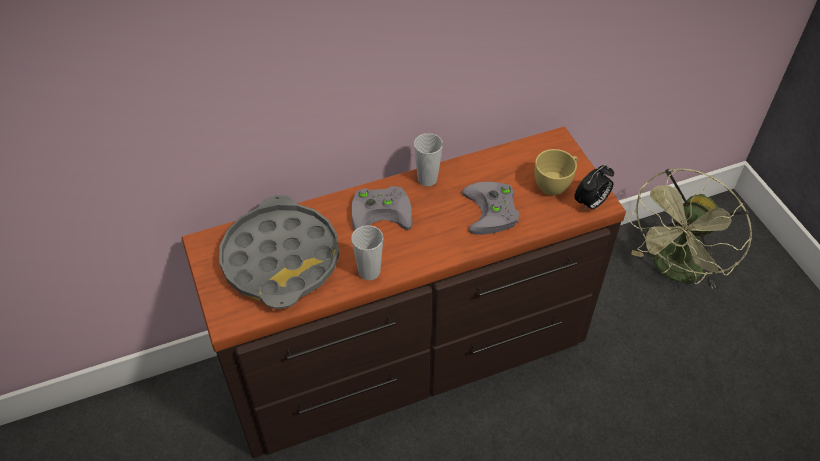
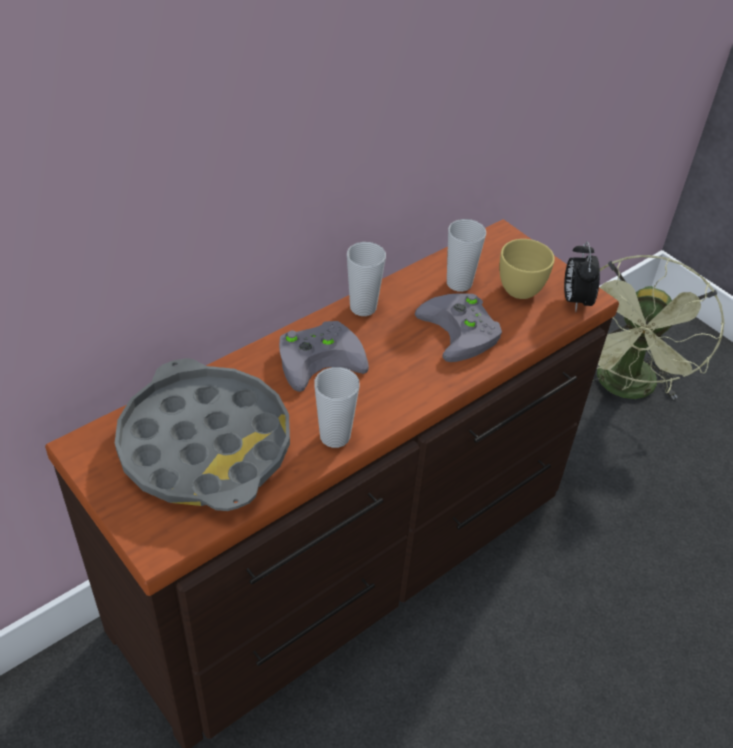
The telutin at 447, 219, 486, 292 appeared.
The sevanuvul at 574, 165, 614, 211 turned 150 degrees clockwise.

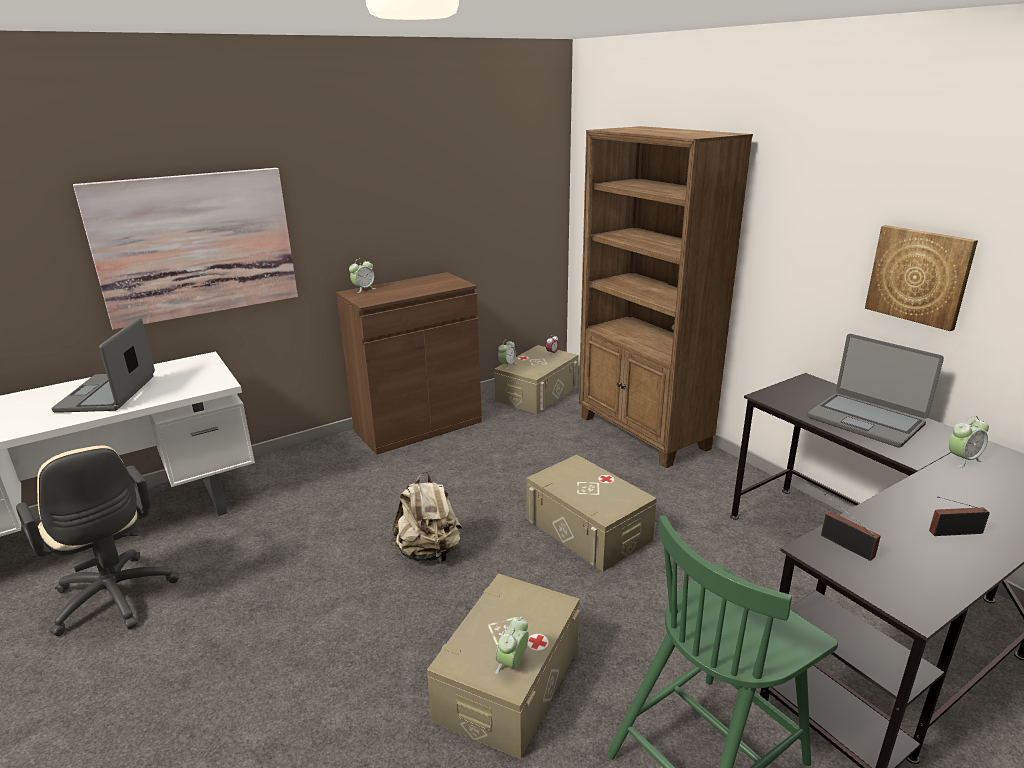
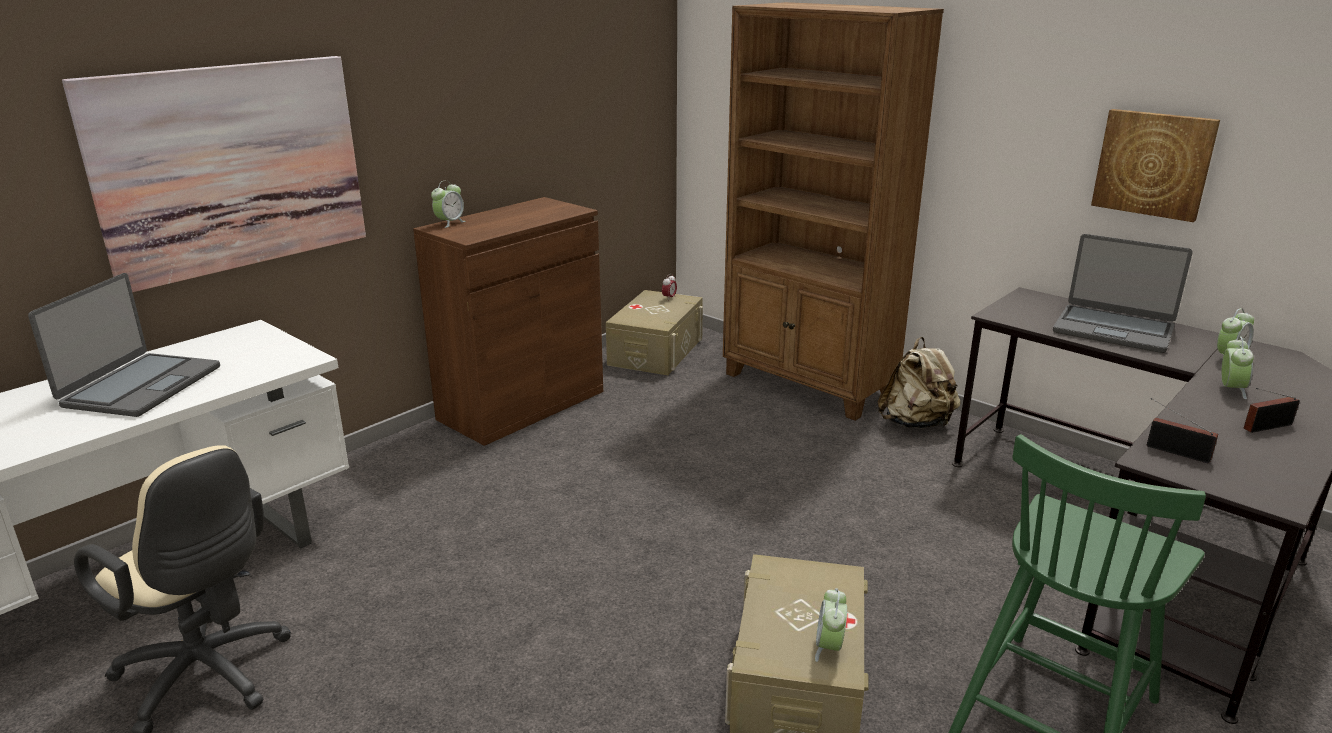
The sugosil at 51, 317, 155, 413 turned 150 degrees counterclockwise.
The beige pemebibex moved from 390, 472, 462, 563 to 878, 337, 960, 428.
The sevanuvul moved from 498, 339, 517, 369 to 1221, 336, 1254, 399.
The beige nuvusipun at 526, 455, 657, 572 disappeared.

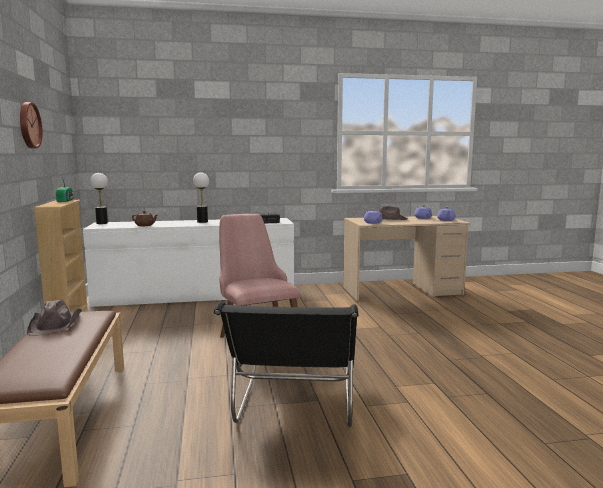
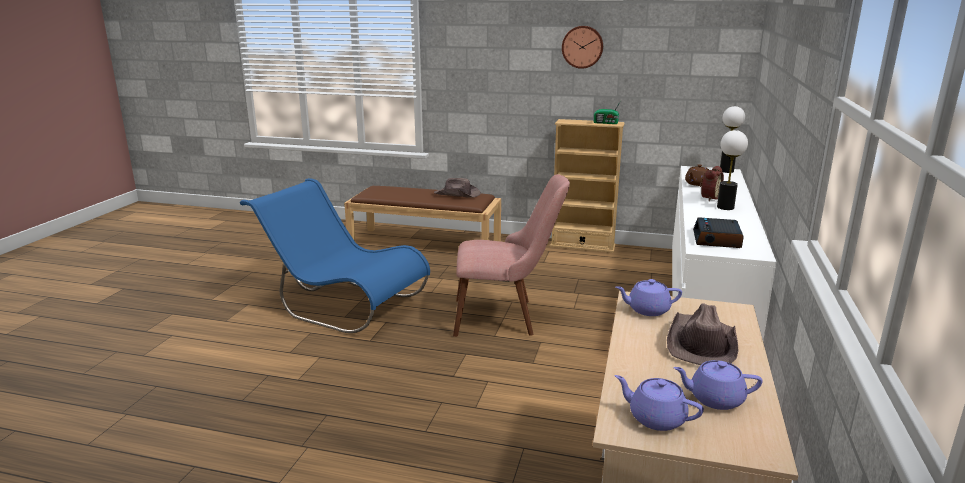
The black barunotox at 214, 301, 358, 428 became the blue barunotox at 240, 178, 430, 333.
The sevanuvul at 700, 166, 724, 201 appeared.

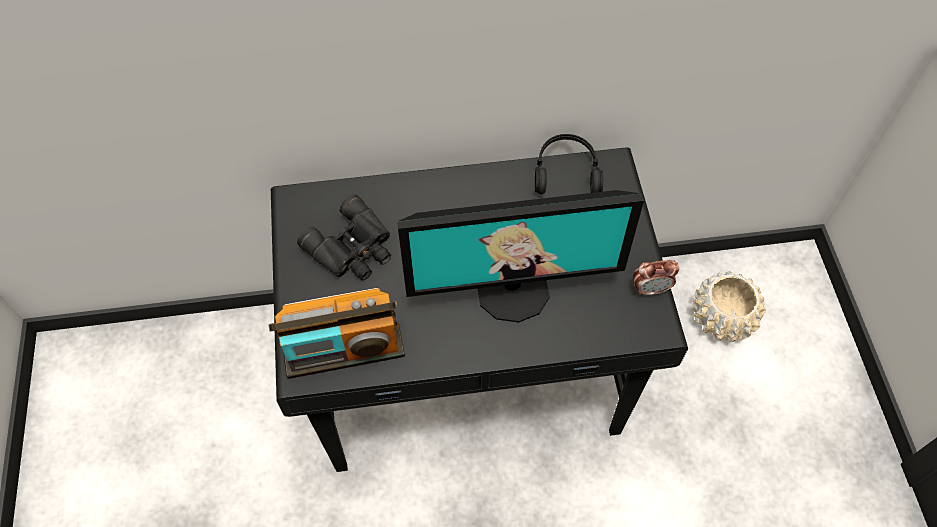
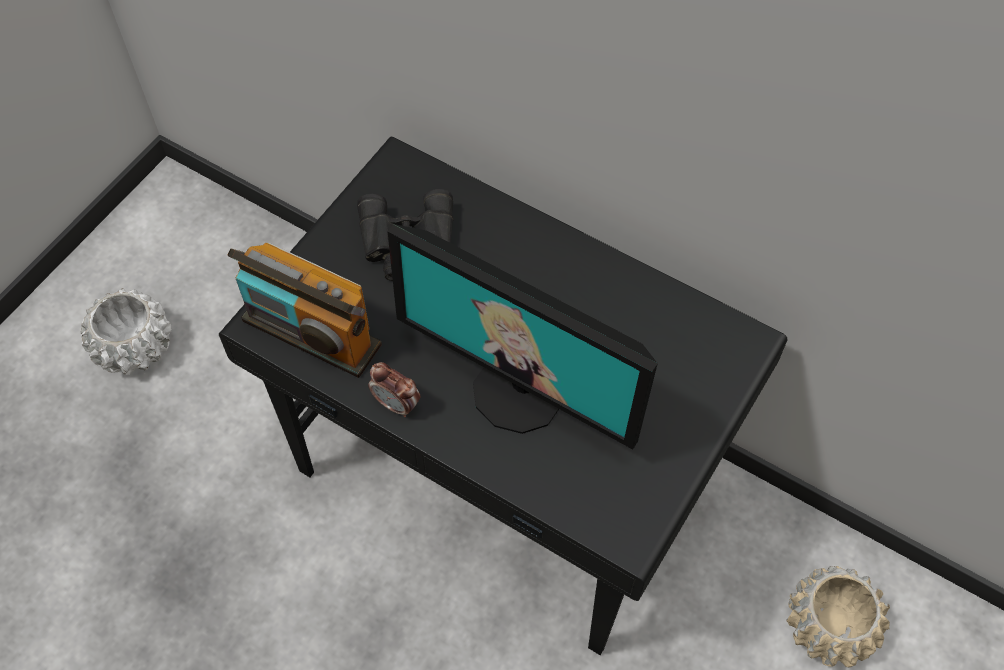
The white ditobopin at 81, 289, 172, 375 appeared.
The sevanuvul moved from 633, 260, 679, 296 to 368, 362, 421, 417.
The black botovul at 535, 134, 603, 194 disappeared.

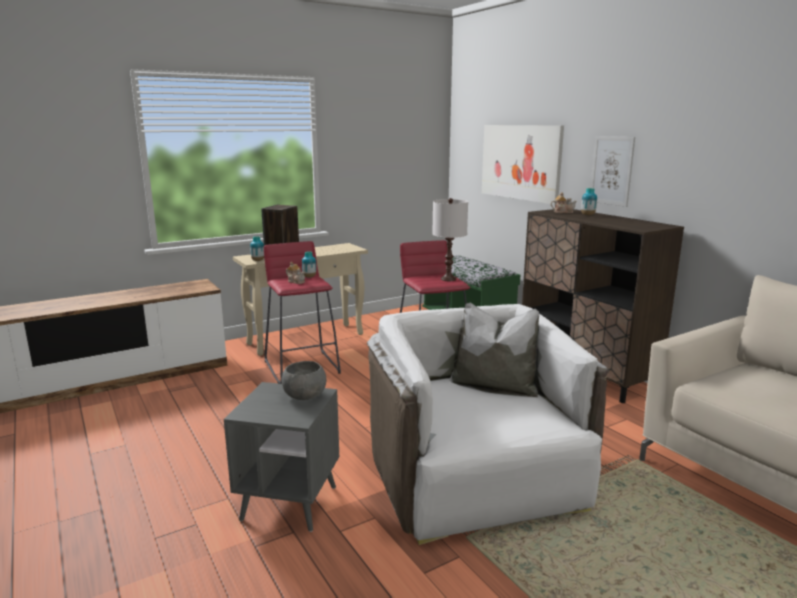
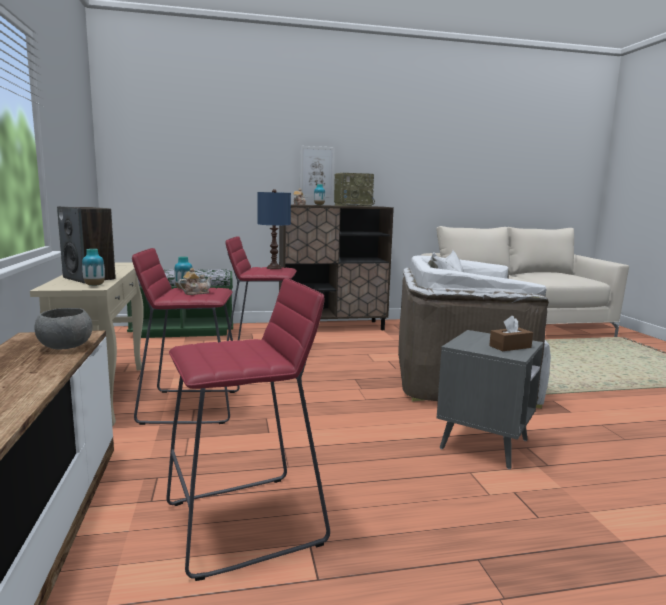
The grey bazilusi moved from 281, 361, 326, 400 to 35, 308, 92, 350.
The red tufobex at 166, 278, 330, 581 appeared.
The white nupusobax at 432, 198, 468, 281 became the blue nupusobax at 257, 189, 291, 269.
The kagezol at 334, 173, 375, 207 appeared.
The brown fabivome at 489, 316, 533, 351 appeared.
The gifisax at 482, 125, 564, 205 disappeared.

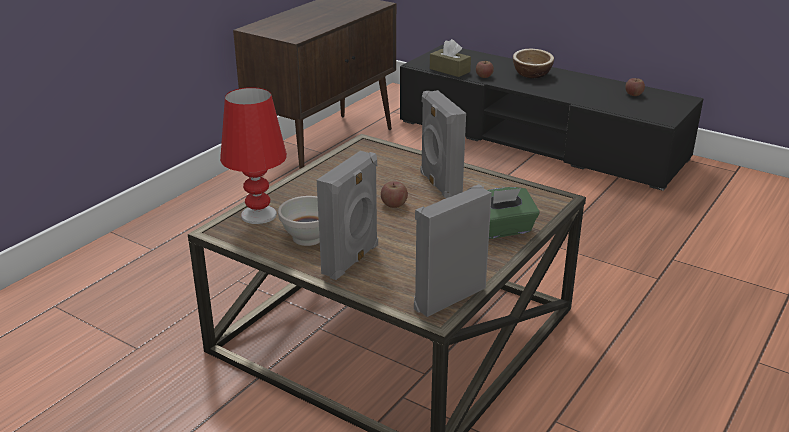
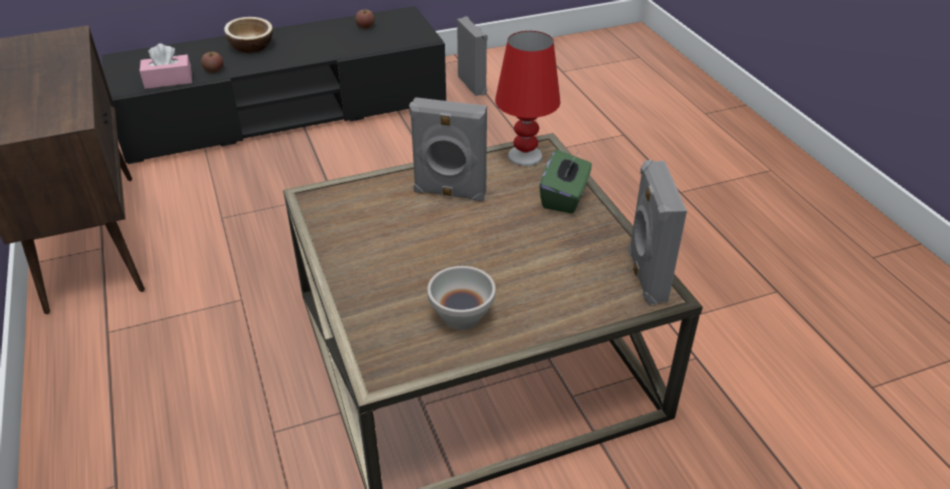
The brown fabivome at 430, 39, 471, 77 became the pink fabivome at 140, 43, 192, 89.
The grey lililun moved from 317, 151, 378, 280 to 457, 16, 488, 96.
The red nupusobax moved from 220, 87, 287, 224 to 495, 31, 561, 166.
The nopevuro at 381, 181, 408, 208 disappeared.

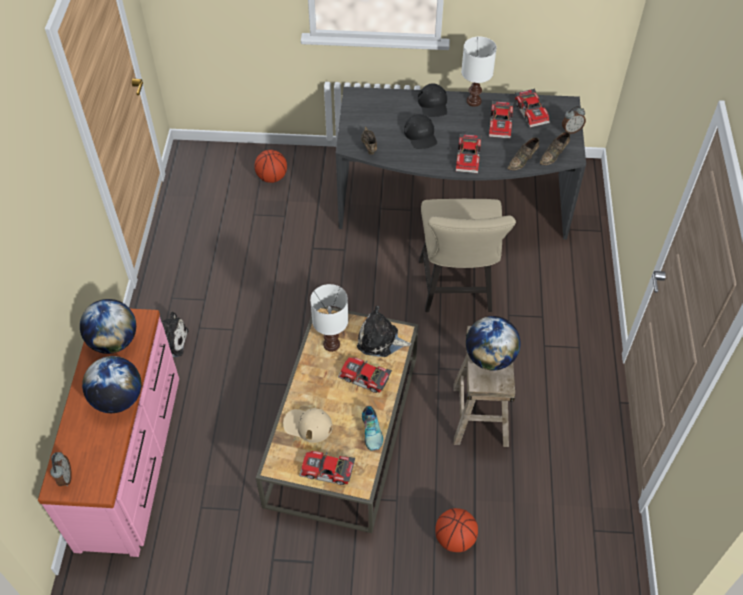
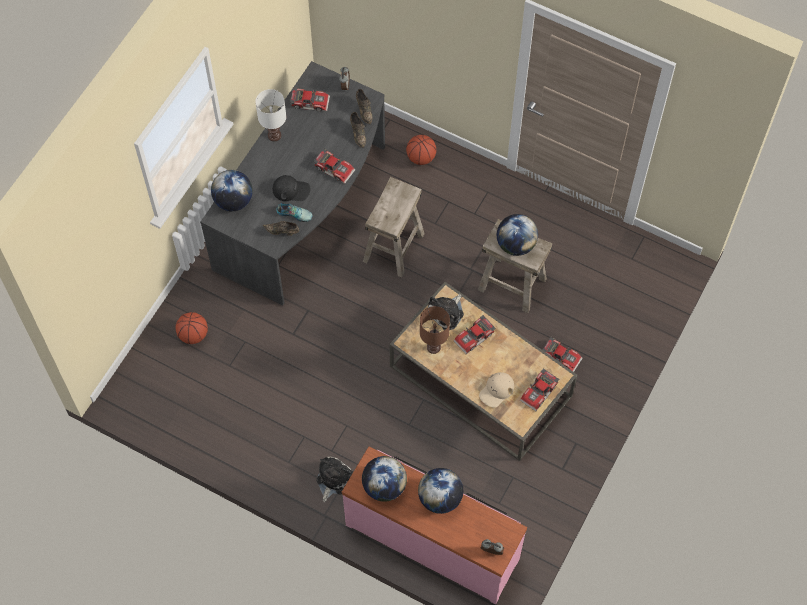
The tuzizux at 211, 170, 253, 211 appeared.
The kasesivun moved from 362, 406, 383, 451 to 276, 203, 313, 222.
The beige barunotox at 419, 199, 516, 312 was replaced by the beige tufobex at 363, 177, 425, 278.
The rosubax moved from 435, 508, 478, 552 to 406, 135, 436, 165.
The white nupusobax at 310, 284, 348, 352 became the brown nupusobax at 420, 306, 450, 354.
The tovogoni moved from 489, 100, 513, 139 to 542, 337, 583, 372.
The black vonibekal at 418, 84, 447, 117 disappeared.

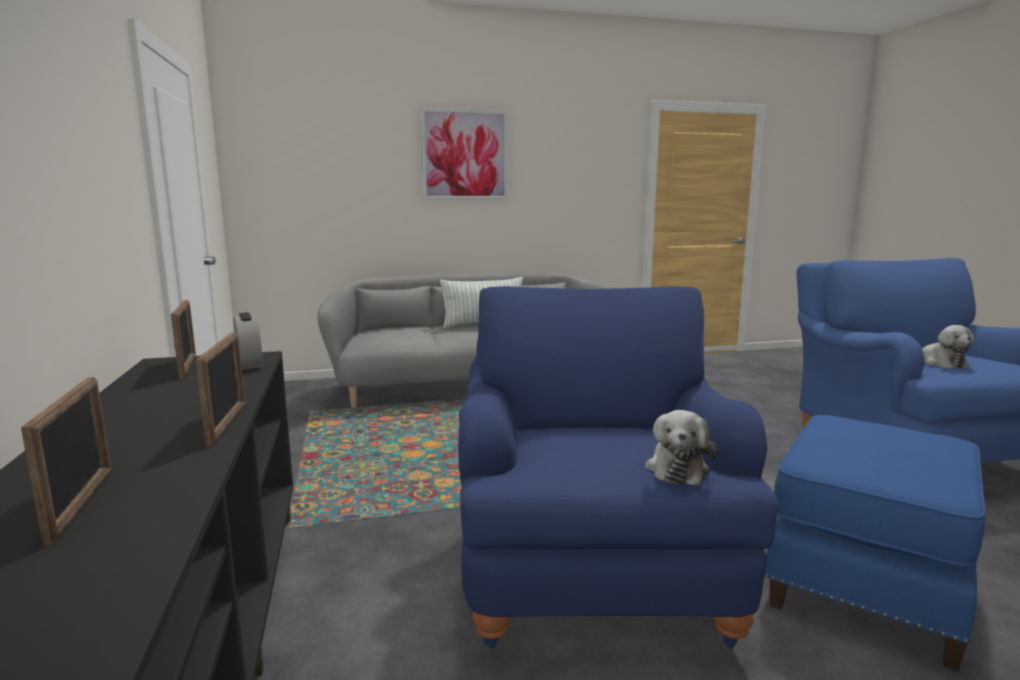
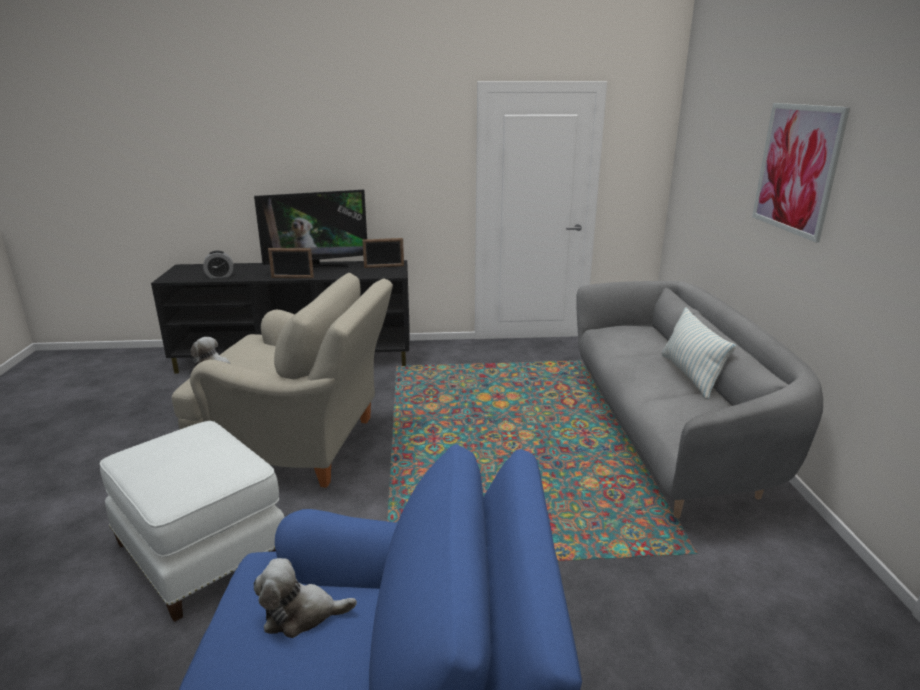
The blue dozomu at 764, 415, 986, 671 became the white dozomu at 100, 421, 284, 622.
The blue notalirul at 458, 286, 779, 648 became the beige notalirul at 172, 273, 393, 488.
The sevanuvul moved from 233, 312, 262, 369 to 203, 251, 233, 278.
The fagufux at 254, 190, 367, 268 appeared.
The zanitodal at 21, 377, 111, 546 disappeared.

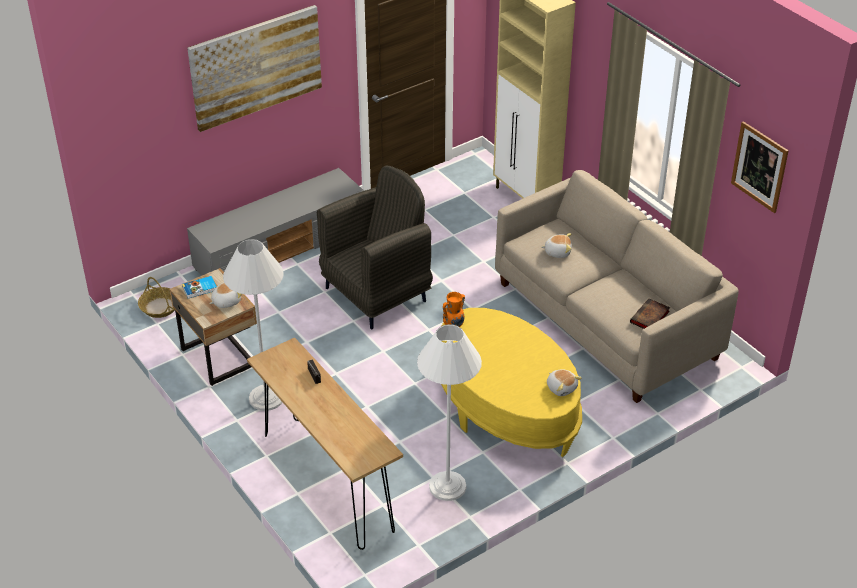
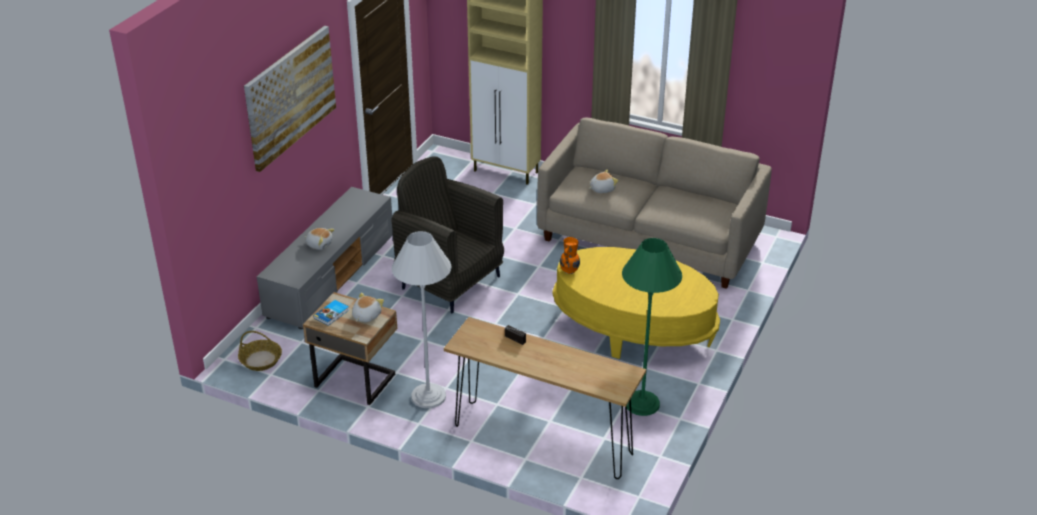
The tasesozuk moved from 547, 369, 582, 396 to 305, 228, 334, 250.
The grey notalirul at 317, 166, 433, 329 turned 75 degrees counterclockwise.
The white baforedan at 417, 324, 482, 501 became the green baforedan at 622, 238, 682, 416.
The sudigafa at 630, 298, 670, 329 disappeared.
The gifisax at 731, 121, 789, 213 disappeared.

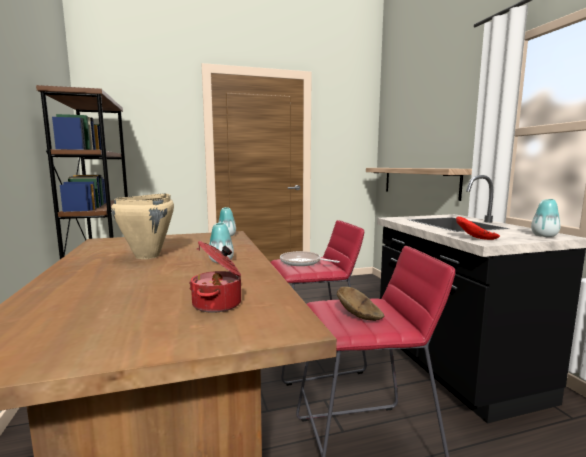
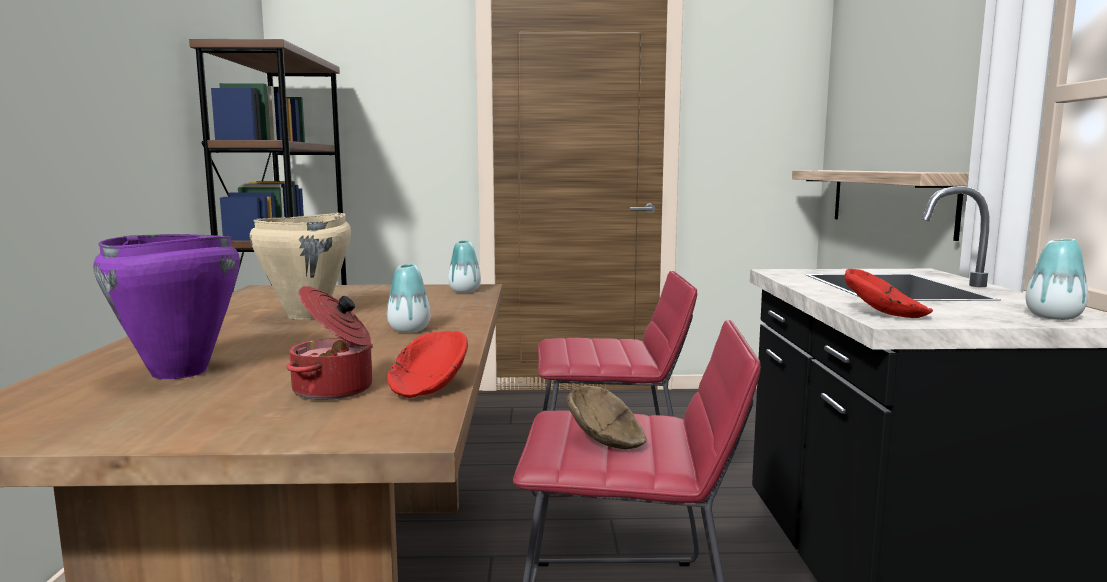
The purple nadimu at 93, 234, 240, 379 appeared.
The red bazilusi at 387, 331, 468, 398 appeared.
The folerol at 280, 251, 340, 266 disappeared.

